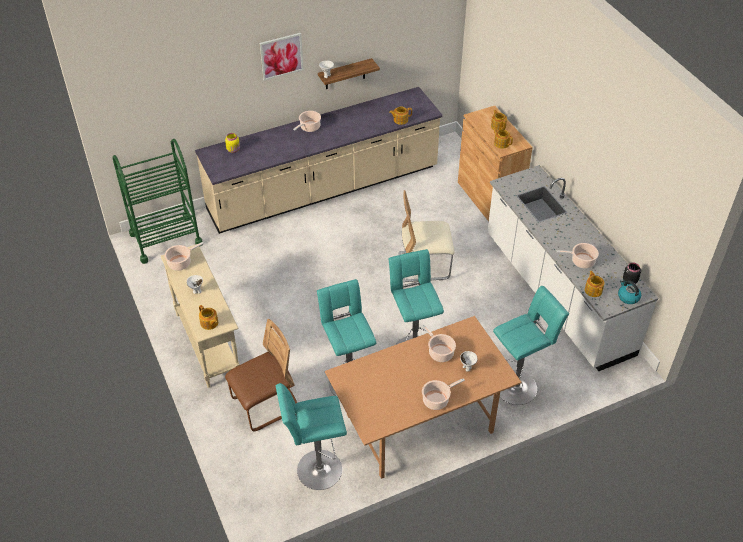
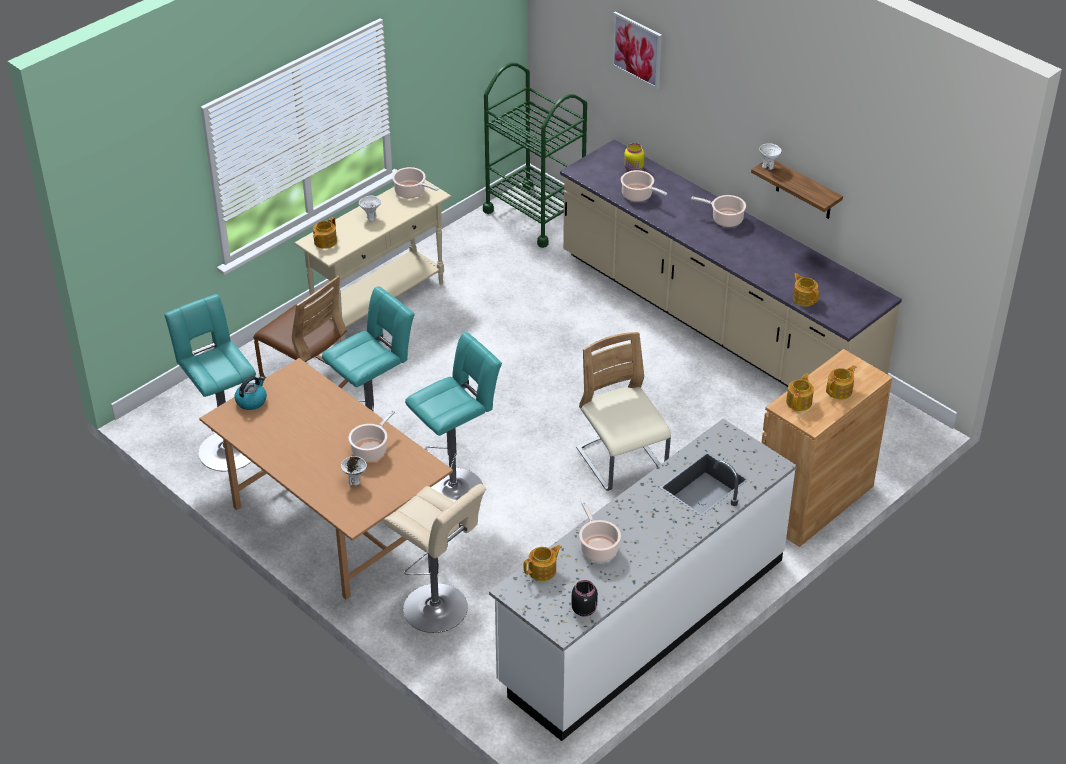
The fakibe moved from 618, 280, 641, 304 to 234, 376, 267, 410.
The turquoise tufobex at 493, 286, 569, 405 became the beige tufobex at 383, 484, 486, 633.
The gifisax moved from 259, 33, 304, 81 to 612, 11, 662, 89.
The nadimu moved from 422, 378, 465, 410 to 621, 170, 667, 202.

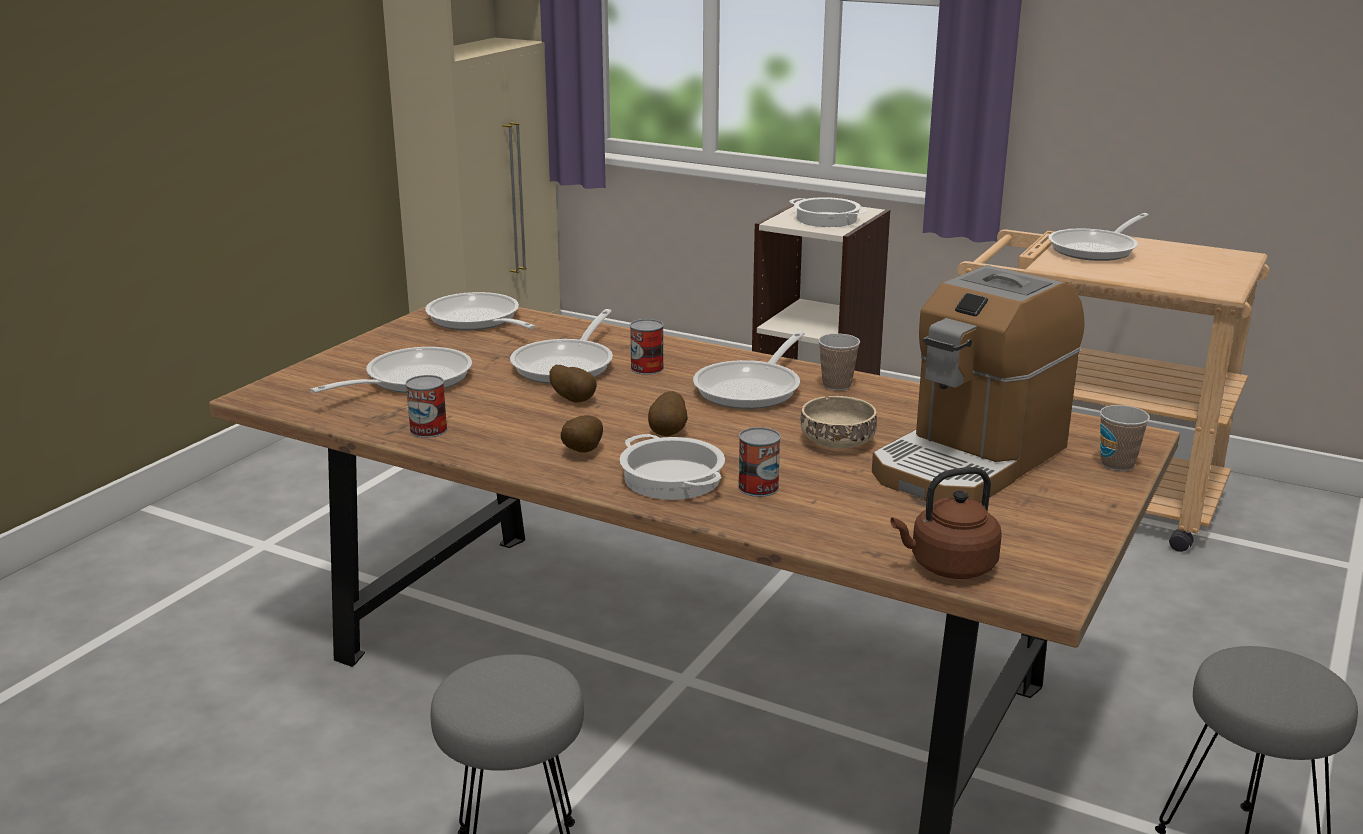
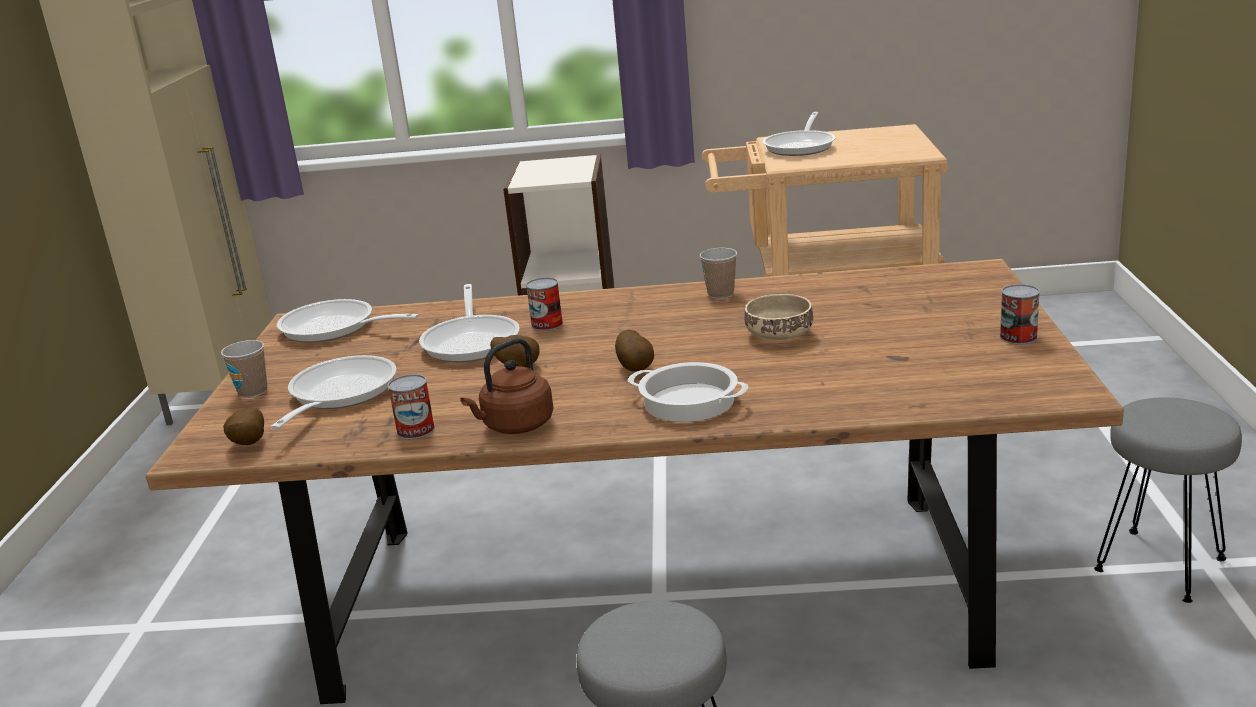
The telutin moved from 1100, 405, 1150, 471 to 221, 340, 267, 398.
The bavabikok moved from 561, 415, 603, 453 to 223, 408, 264, 445.
The brown fakibe moved from 890, 467, 1001, 579 to 460, 338, 553, 434.
The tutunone moved from 738, 427, 781, 497 to 1000, 284, 1040, 345.
The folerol at 693, 331, 805, 409 disappeared.
The nadimu at 789, 197, 868, 227 disappeared.
The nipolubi at 872, 265, 1085, 504 disappeared.

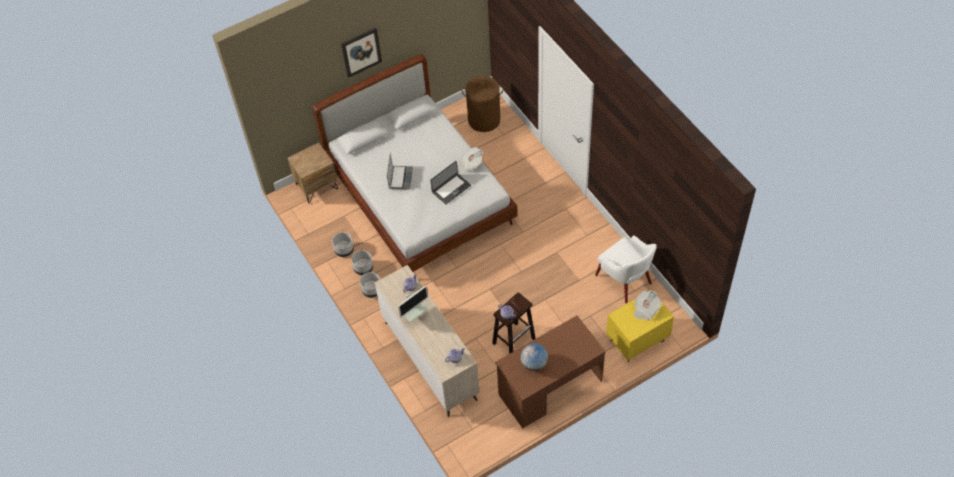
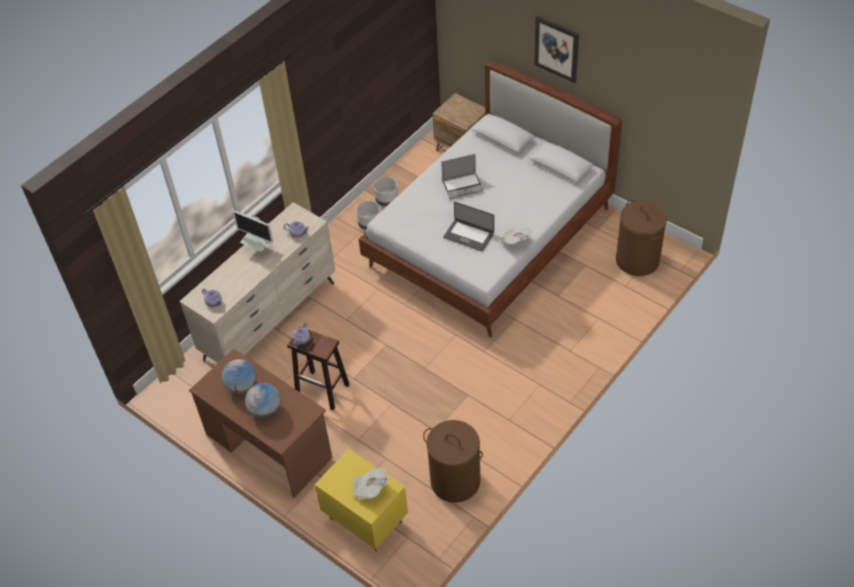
The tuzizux at 245, 383, 281, 418 appeared.
The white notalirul at 595, 235, 657, 303 was replaced by the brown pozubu at 423, 420, 483, 503.
The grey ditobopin at 360, 272, 380, 298 disappeared.

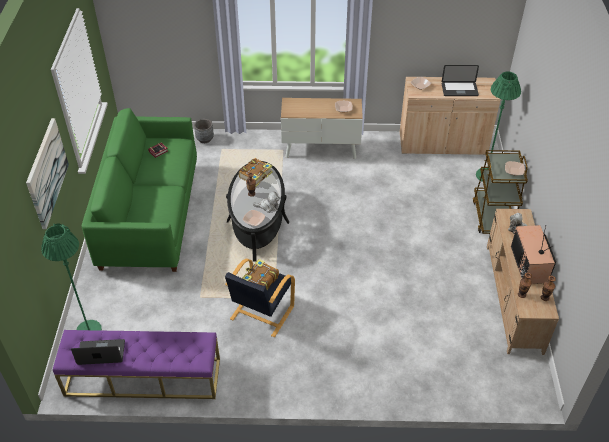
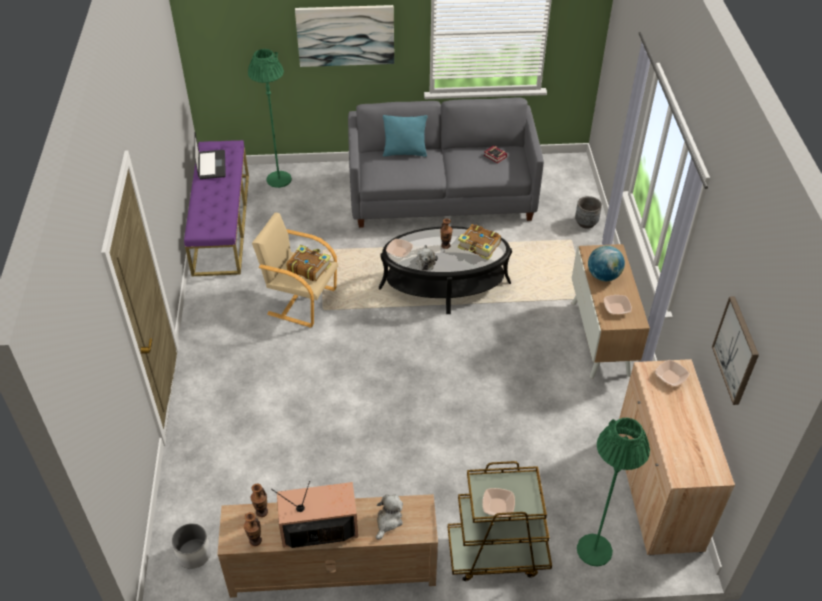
The white ditobopin at 172, 523, 211, 569 appeared.
The black notalirul at 225, 259, 295, 337 became the beige notalirul at 252, 213, 338, 328.
The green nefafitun at 82, 108, 197, 272 became the grey nefafitun at 348, 97, 544, 228.
The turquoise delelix at 383, 115, 427, 157 appeared.
The tuzizux at 588, 245, 625, 281 appeared.
The gifisax at 712, 296, 759, 405 appeared.
The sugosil at 442, 65, 479, 96 disappeared.

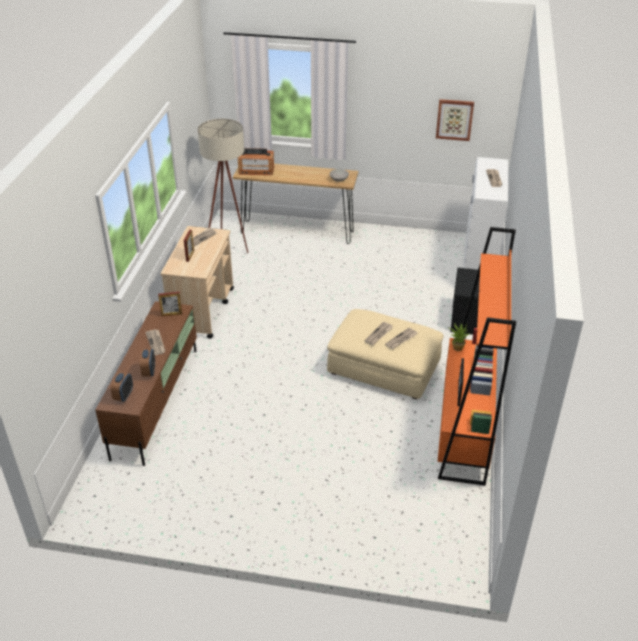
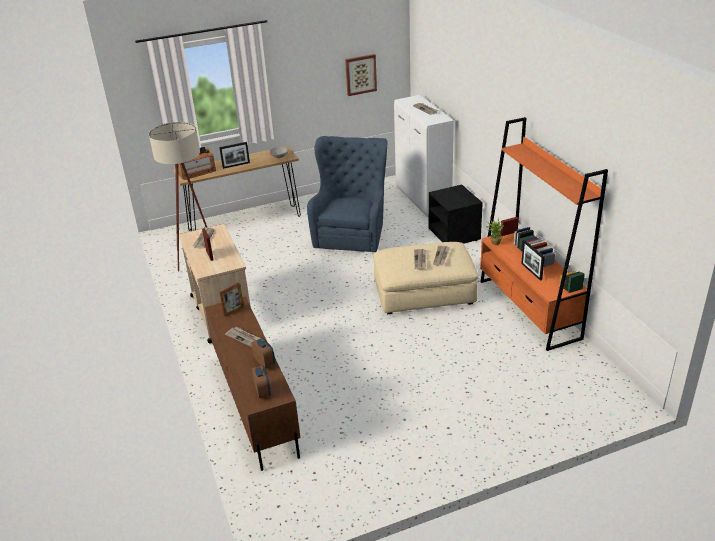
The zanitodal at 219, 142, 250, 169 appeared.
The blue notalirul at 307, 136, 388, 252 appeared.

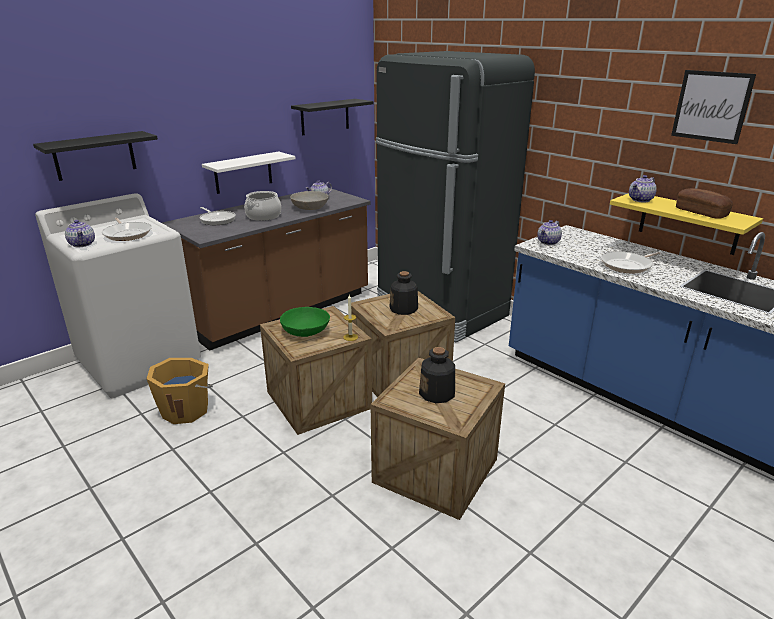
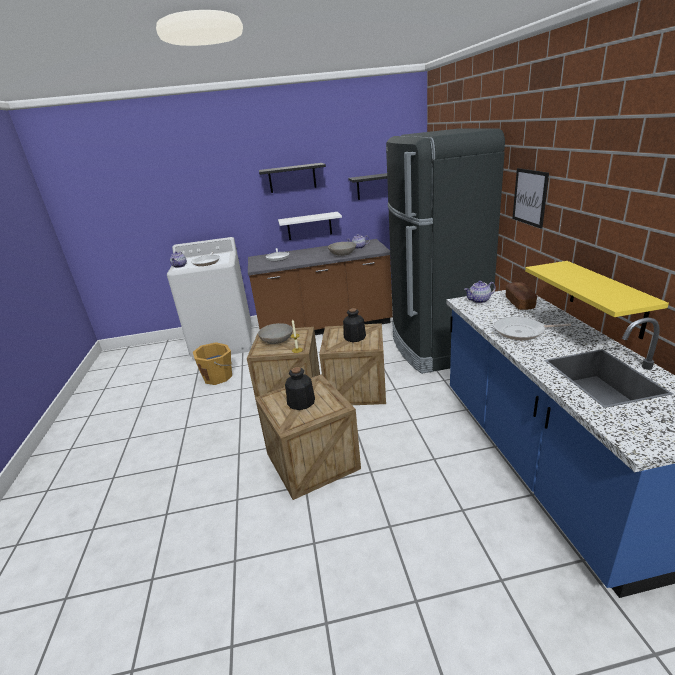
The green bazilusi at 280, 307, 330, 337 became the grey bazilusi at 258, 323, 293, 344.
The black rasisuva moved from 33, 131, 158, 181 to 259, 163, 326, 193.
The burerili moved from 676, 188, 733, 219 to 505, 282, 537, 310.
The gifisax moved from 671, 70, 756, 144 to 512, 168, 549, 228.
The nadimu at 244, 191, 281, 221 disappeared.
The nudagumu at 629, 175, 657, 202 disappeared.

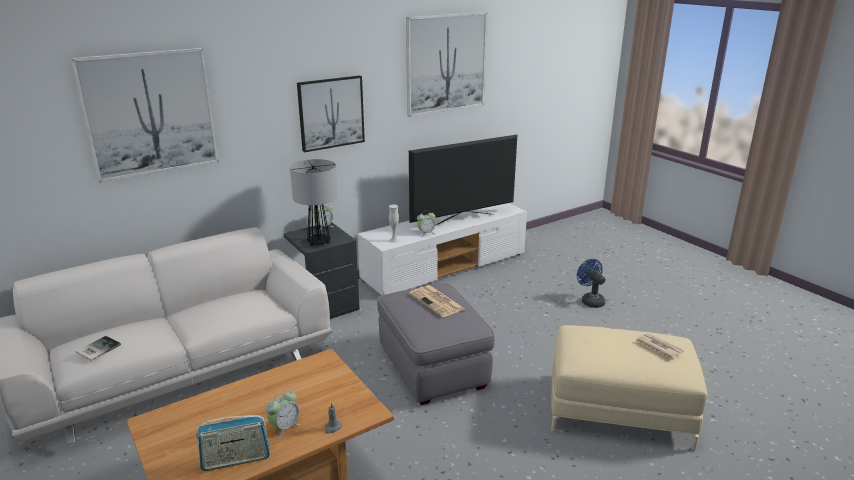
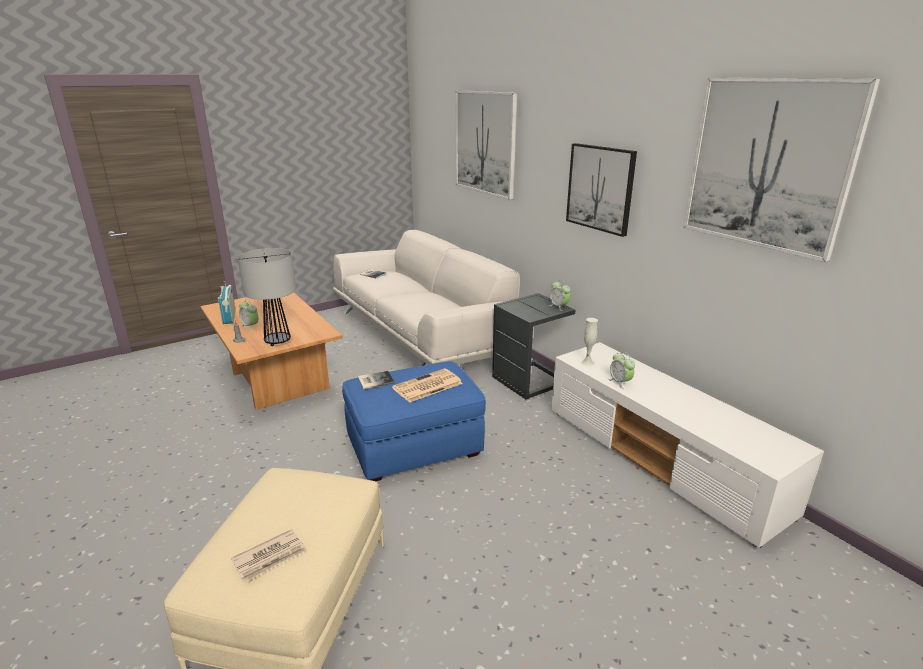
The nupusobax moved from 290, 159, 338, 246 to 238, 248, 296, 346.
The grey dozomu at 377, 284, 495, 405 became the blue dozomu at 342, 361, 486, 481.
The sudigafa at 358, 371, 394, 389 appeared.
The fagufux at 409, 134, 518, 226 disappeared.
The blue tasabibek at 577, 259, 606, 308 disappeared.

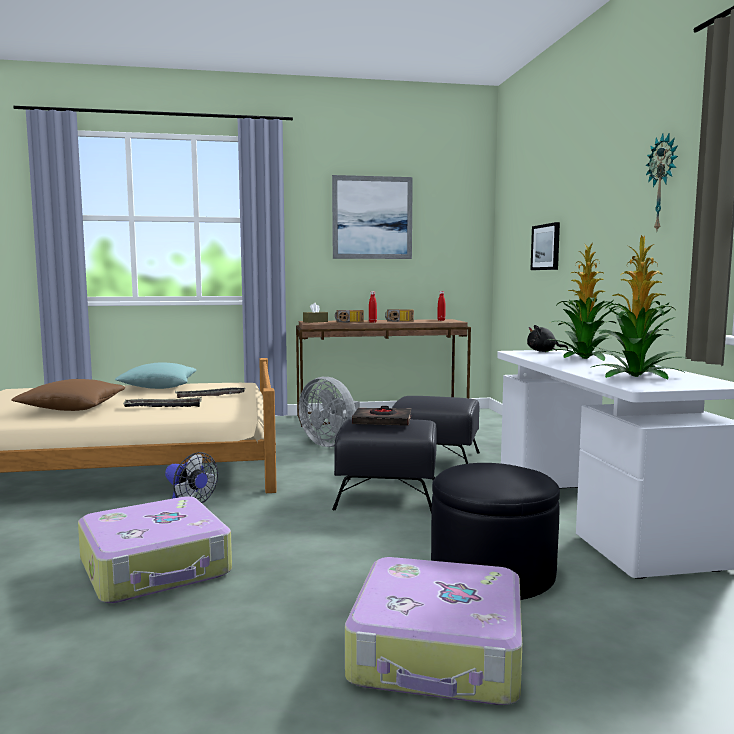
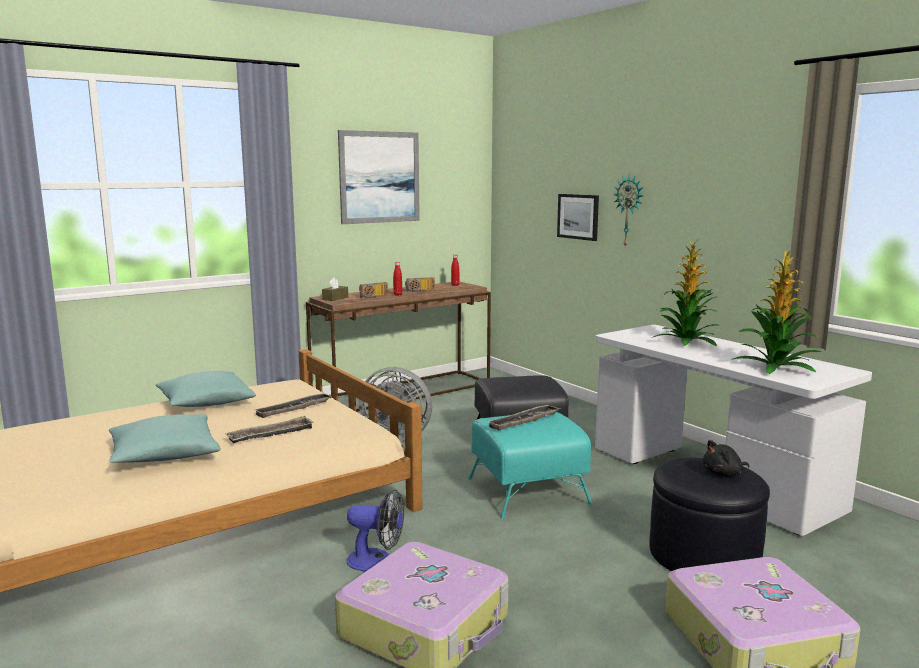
The brown delelix at 11, 379, 125, 411 became the turquoise delelix at 109, 414, 221, 462.
The black dozomu at 332, 419, 437, 511 became the turquoise dozomu at 468, 412, 593, 519.
The black sudigafa at 352, 406, 411, 426 was replaced by the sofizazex at 488, 404, 560, 430.
The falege moved from 645, 133, 678, 230 to 613, 174, 644, 248.
The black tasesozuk moved from 527, 325, 568, 352 to 703, 440, 749, 477.

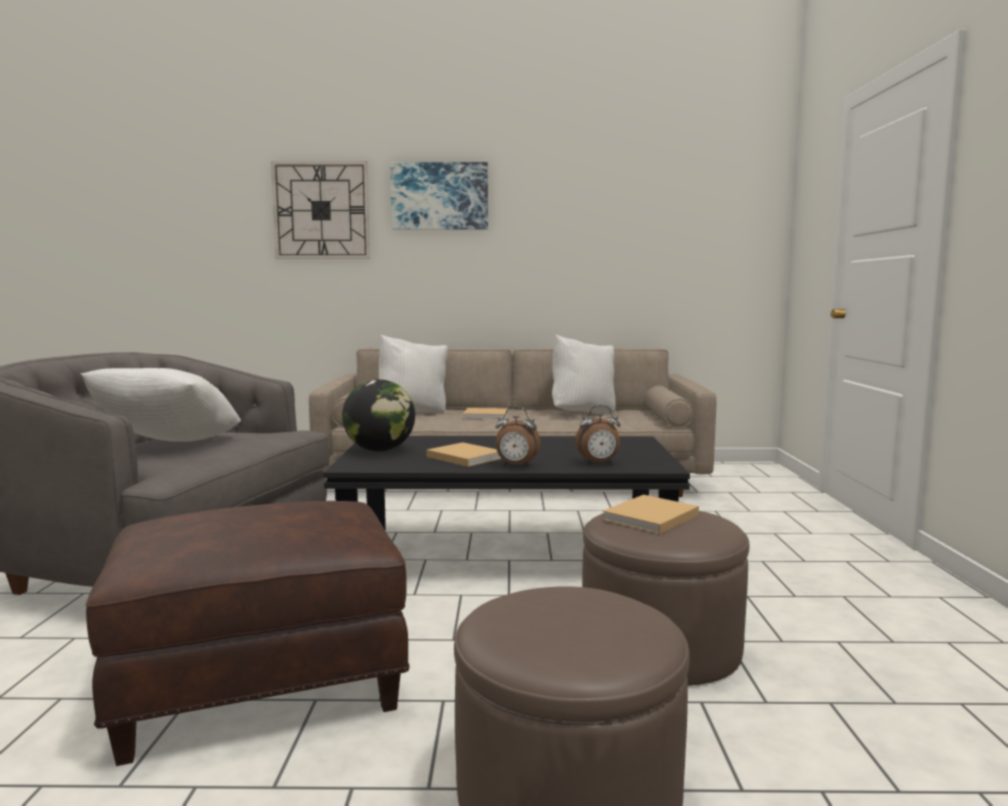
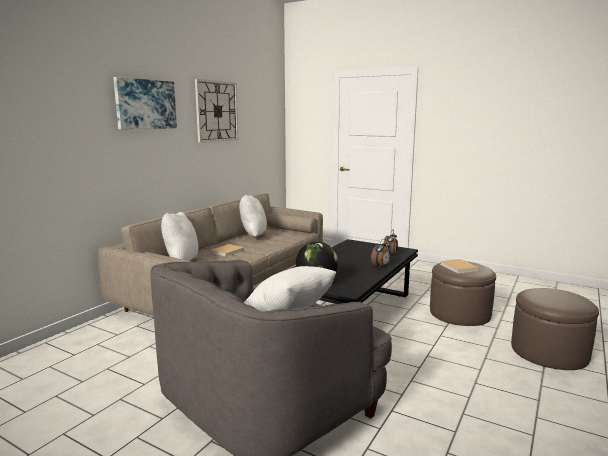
The falege moved from 271, 161, 370, 259 to 195, 79, 238, 143.
The brown dozomu at 86, 501, 410, 766 disappeared.
The beige sudigafa at 426, 442, 502, 467 disappeared.

